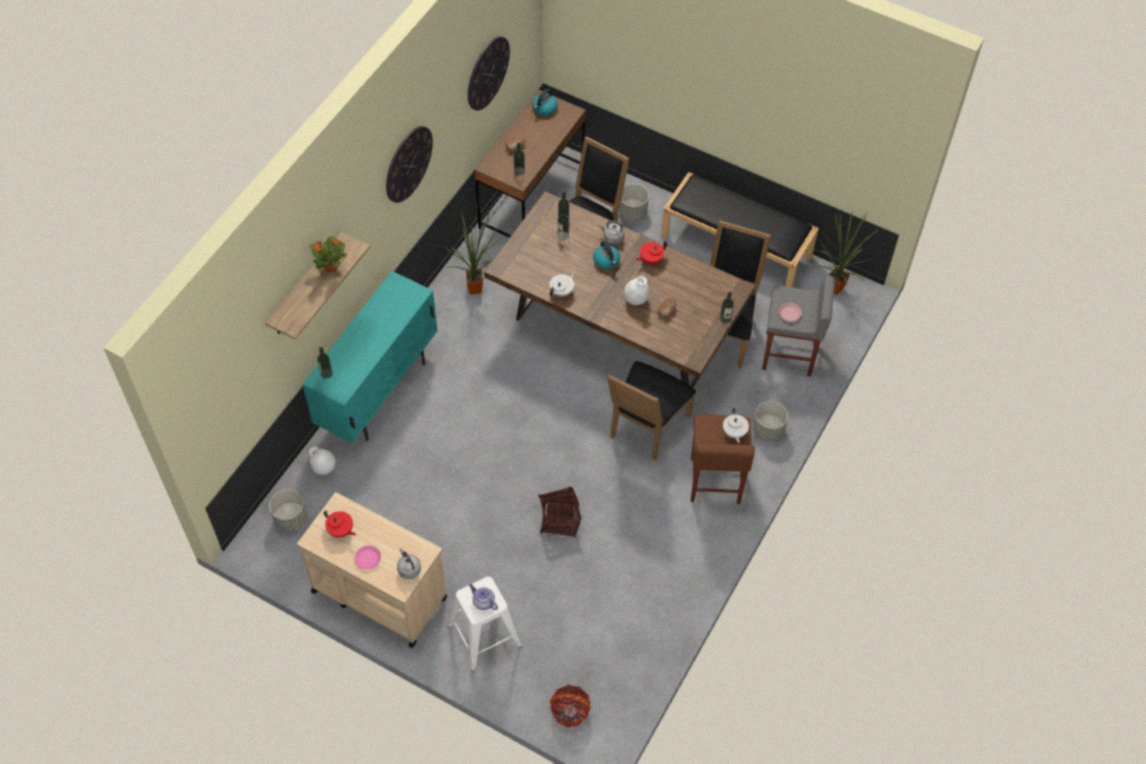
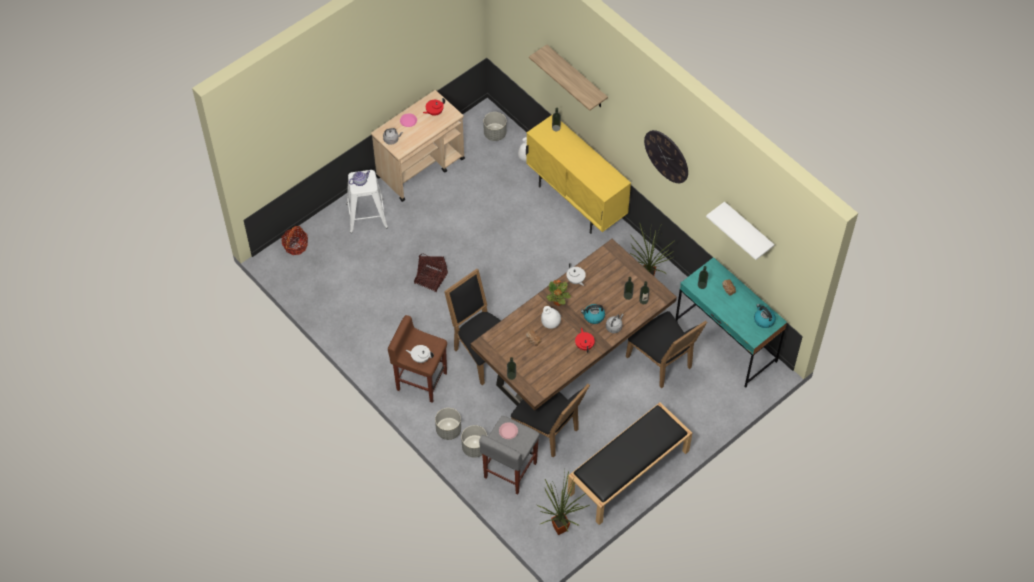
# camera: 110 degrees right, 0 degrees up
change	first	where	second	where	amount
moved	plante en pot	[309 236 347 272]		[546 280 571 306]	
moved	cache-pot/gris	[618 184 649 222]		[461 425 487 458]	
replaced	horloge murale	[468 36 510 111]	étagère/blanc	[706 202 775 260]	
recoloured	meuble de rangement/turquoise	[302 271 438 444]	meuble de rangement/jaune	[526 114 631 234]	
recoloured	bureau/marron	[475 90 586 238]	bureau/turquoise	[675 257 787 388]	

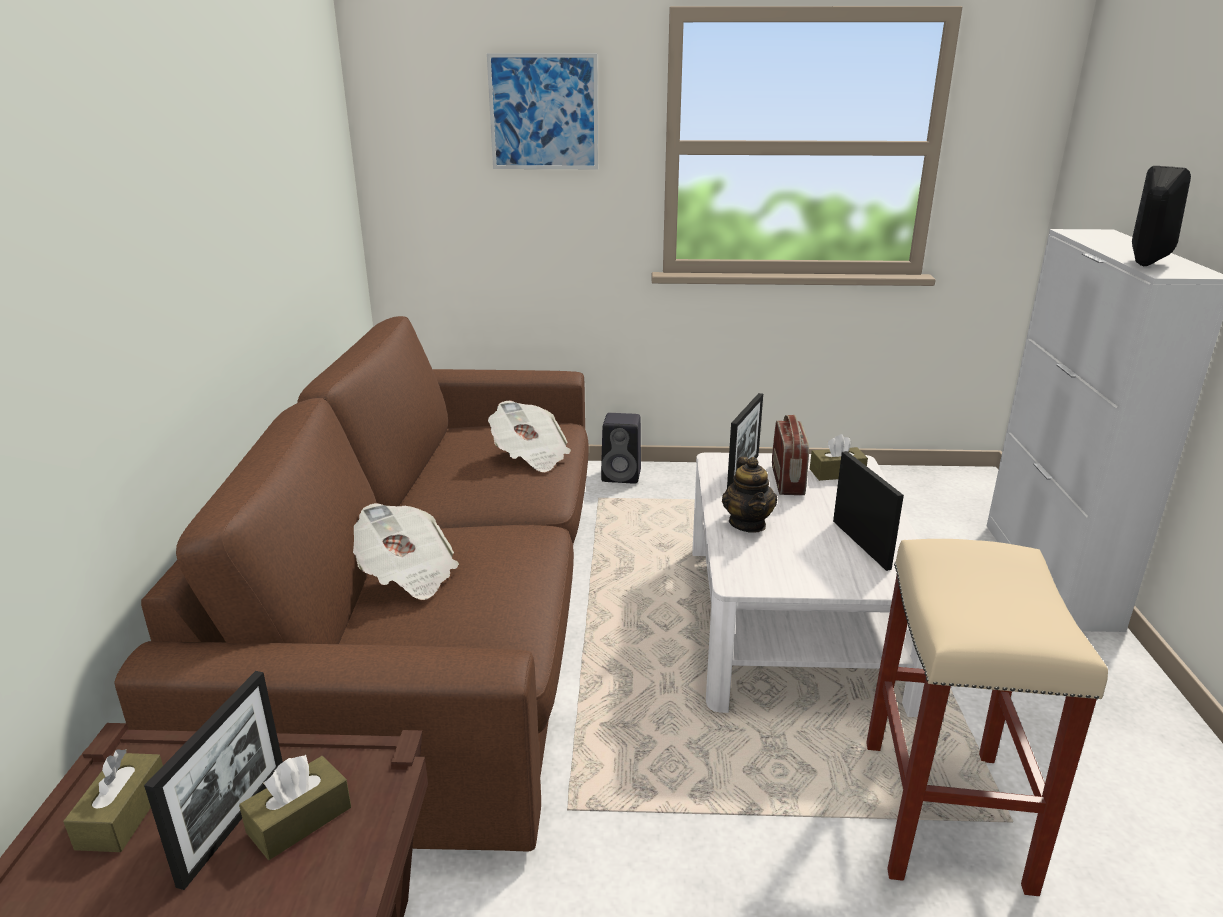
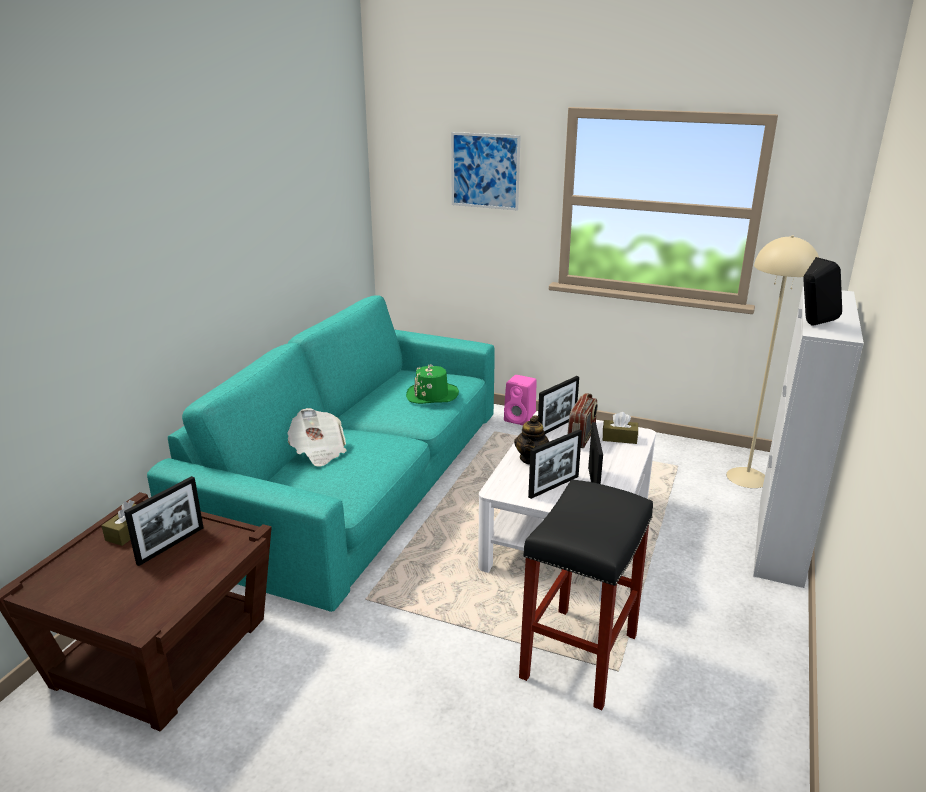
# camera: 20 degrees right, 0 degrees up
change	first	where	second	where	amount
removed	boîte à mouchoirs/marron	[239 755 351 860]			
added			cadre photo	[528 430 582 499]	
added			lampadaire/beige	[726 235 819 488]	
replaced	journal	[488 401 571 472]	chapeau/vert	[406 364 459 404]	
recoloured	canapé/marron	[115 316 589 852]	canapé/turquoise	[147 295 495 612]	
recoloured	enceinte/noir	[601 413 641 484]	enceinte/rose	[504 375 537 425]	
recoloured	tabouret/beige	[866 539 1108 896]	tabouret/noir	[519 479 653 710]	

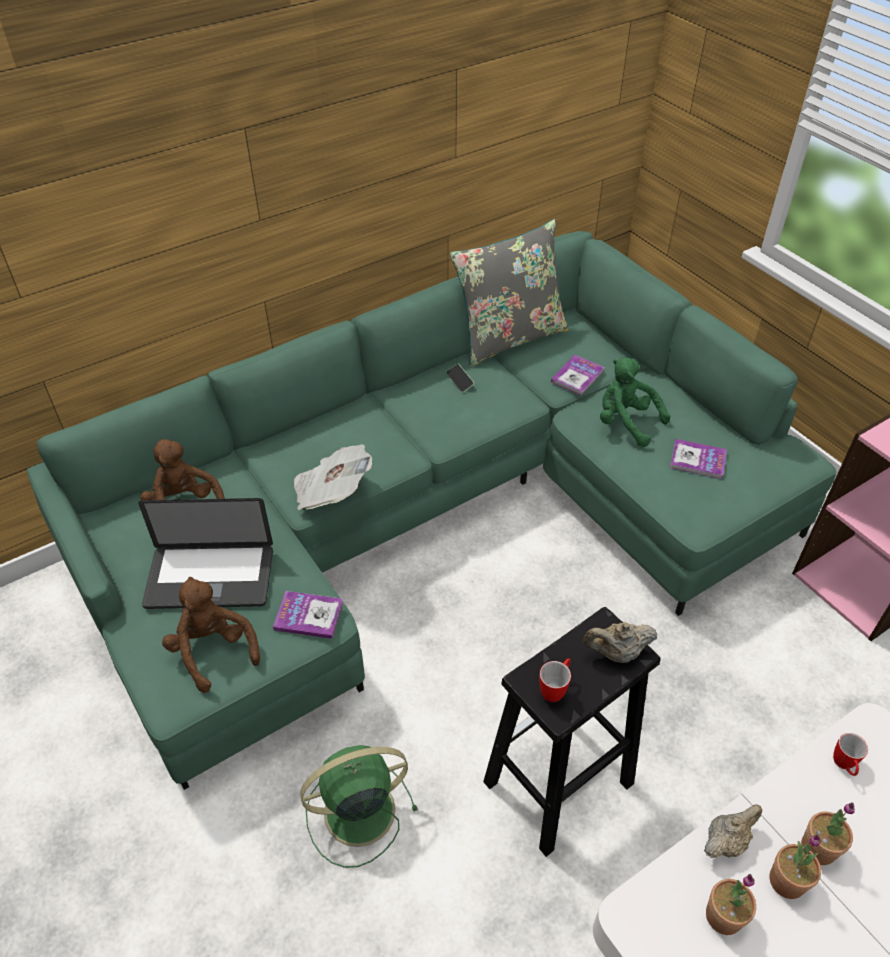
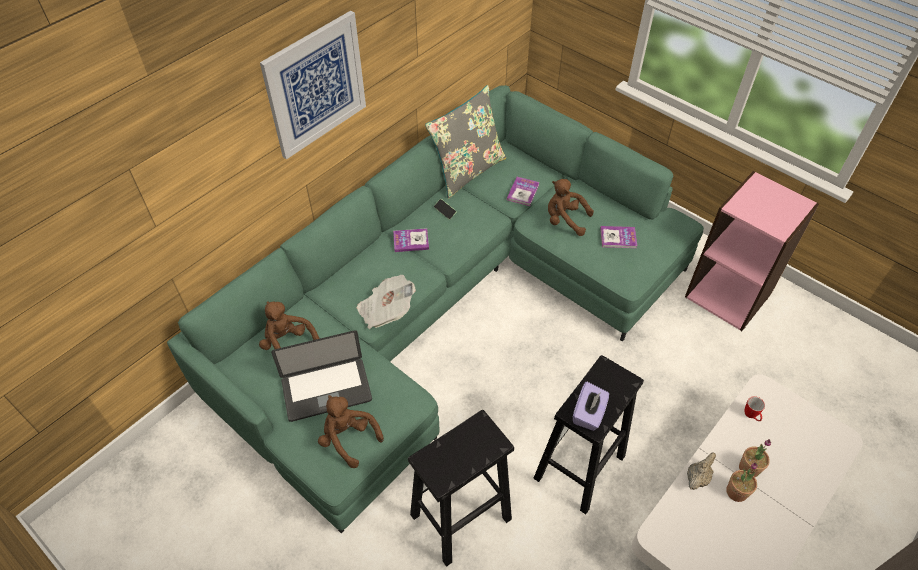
# camera: 15 degrees left, 5 degrees up
change	first	where	second	where	amount
removed	théière/beige	[583 622 658 663]			
removed	plante en pot	[706 874 756 935]			
added			tableau	[260 11 366 159]	
moved	livre	[273 591 343 639]		[393 228 429 252]	
replaced	ventilateur/vert	[300 745 418 868]	tabouret/noir	[408 410 514 567]	
replaced	mug	[539 658 571 702]	boîte à mouchoirs/violet	[573 382 609 431]	
recoloured	peluche/vert	[600 358 671 447]	peluche/marron	[548 179 594 236]	

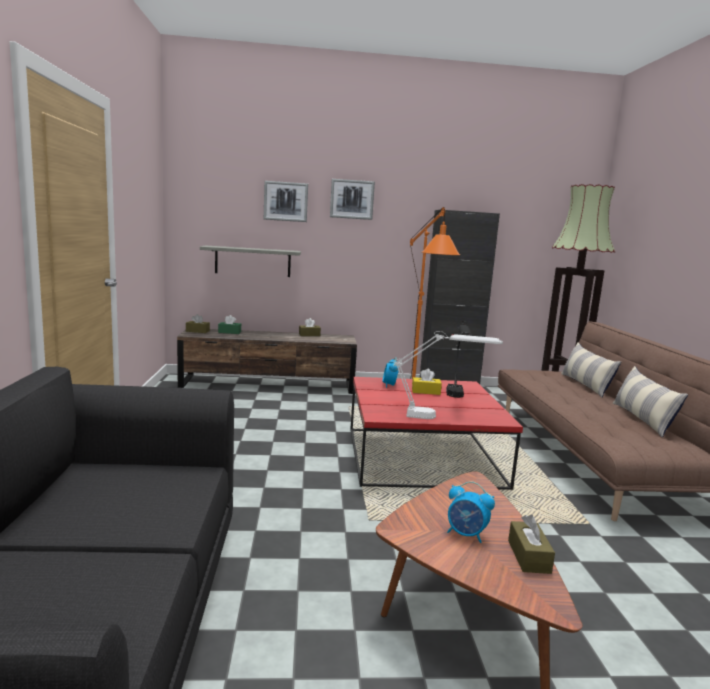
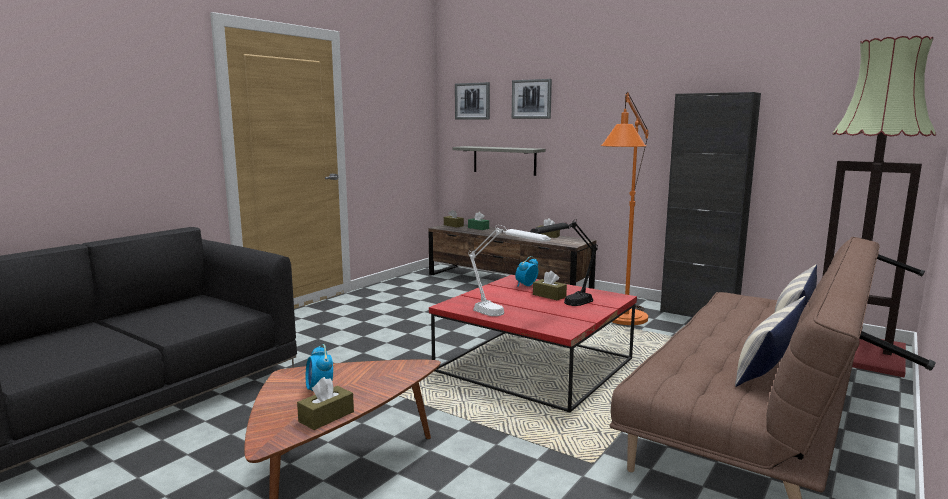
# camera: 40 degrees right, 0 degrees up
change	first	where	second	where	amount
moved	tableau	[330 179 375 220]		[455 82 490 120]	
recoloured	boîte à mouchoirs/jaune	[412 369 442 395]	boîte à mouchoirs/marron	[533 271 567 300]	

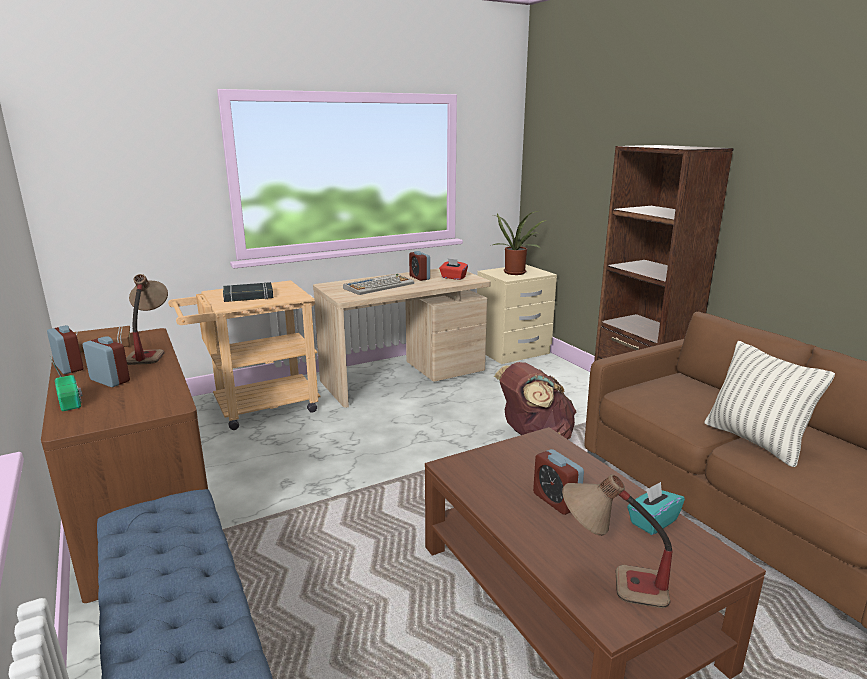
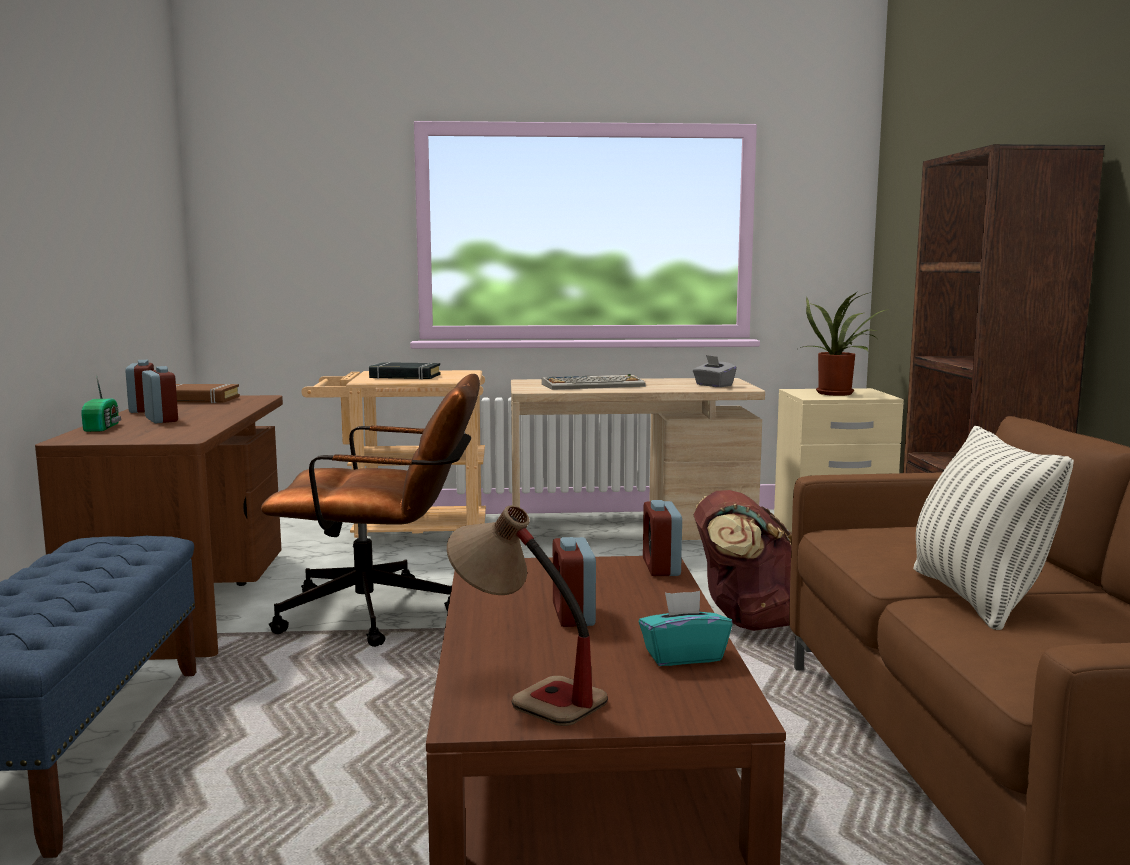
# camera: 25 degrees right, 10 degrees down
change	first	where	second	where	amount
removed	lampe de table	[126 274 168 365]			
added			chaise de bureau/marron	[261 374 480 647]	
moved	réveil	[409 251 430 281]		[643 500 682 576]	
recoloured	boîte à mouchoirs/rouge	[439 258 468 280]	boîte à mouchoirs/gris	[693 355 737 387]	

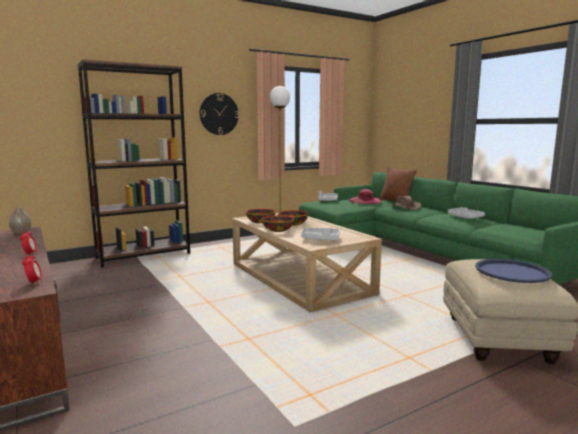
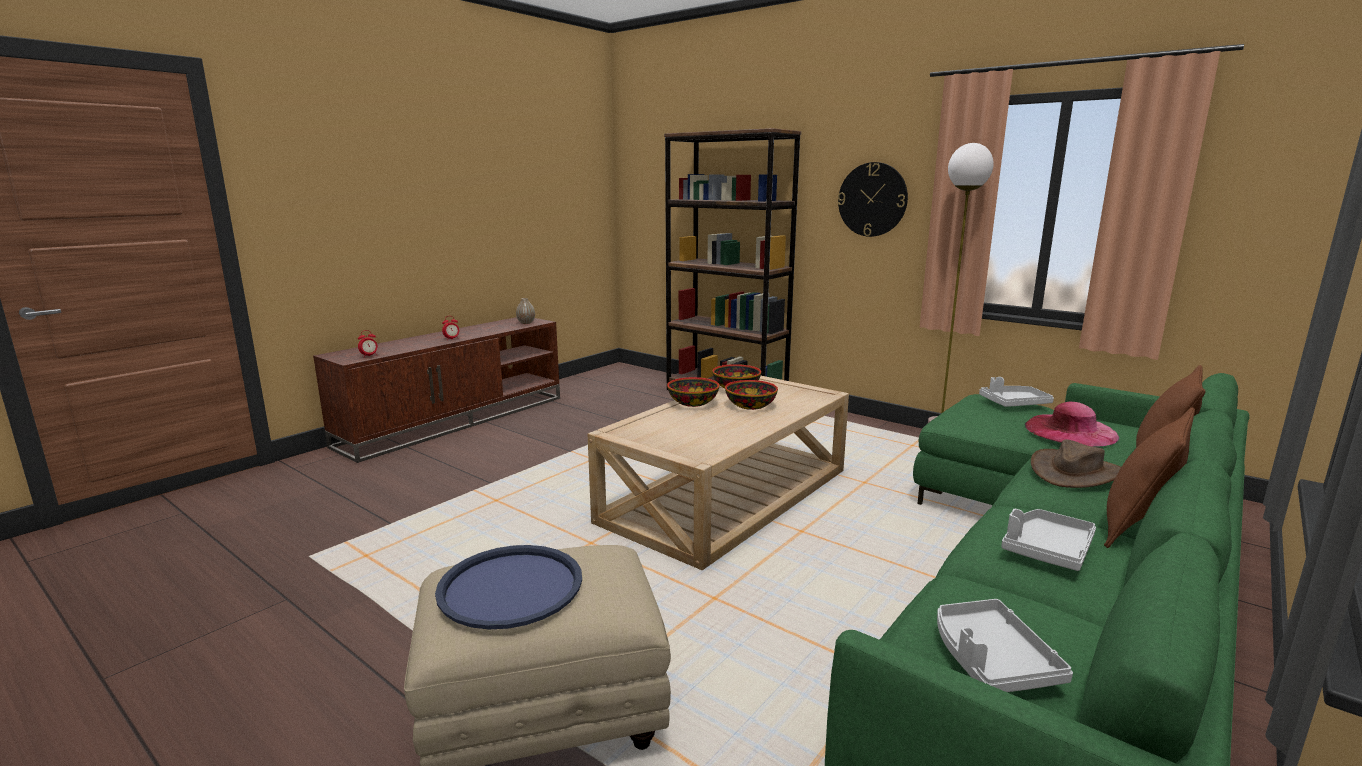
# camera: 70 degrees right, 5 degrees up
change	first	where	second	where	amount
added			coussin/marron	[1104 407 1195 548]	
moved	plateau/gris	[301 227 340 240]		[937 599 1073 692]	

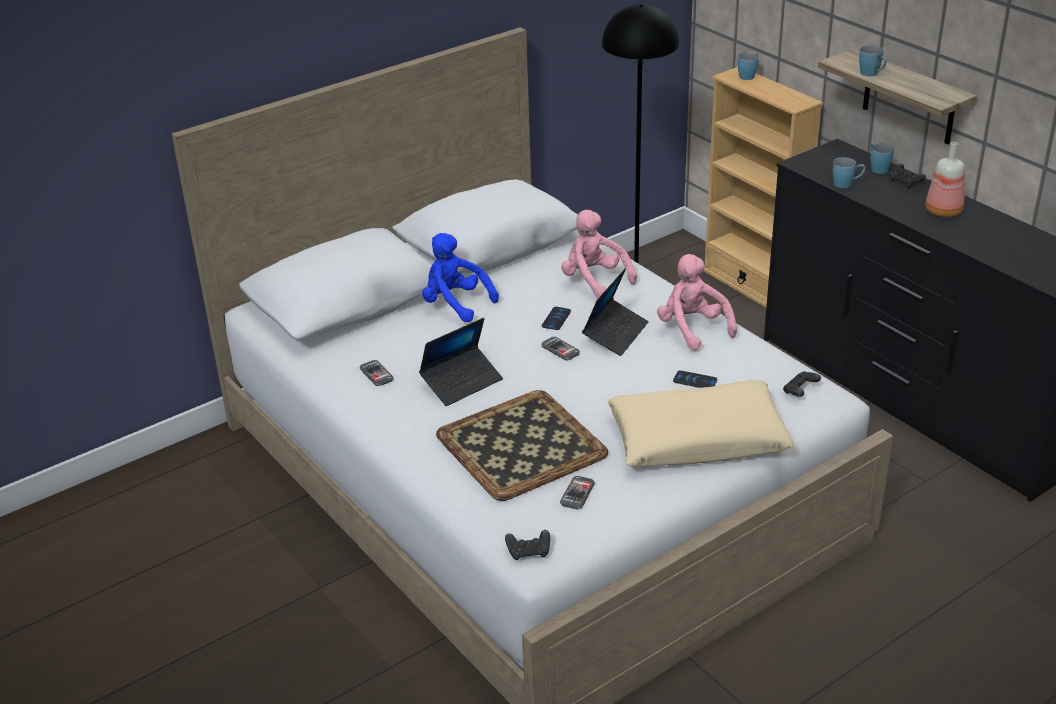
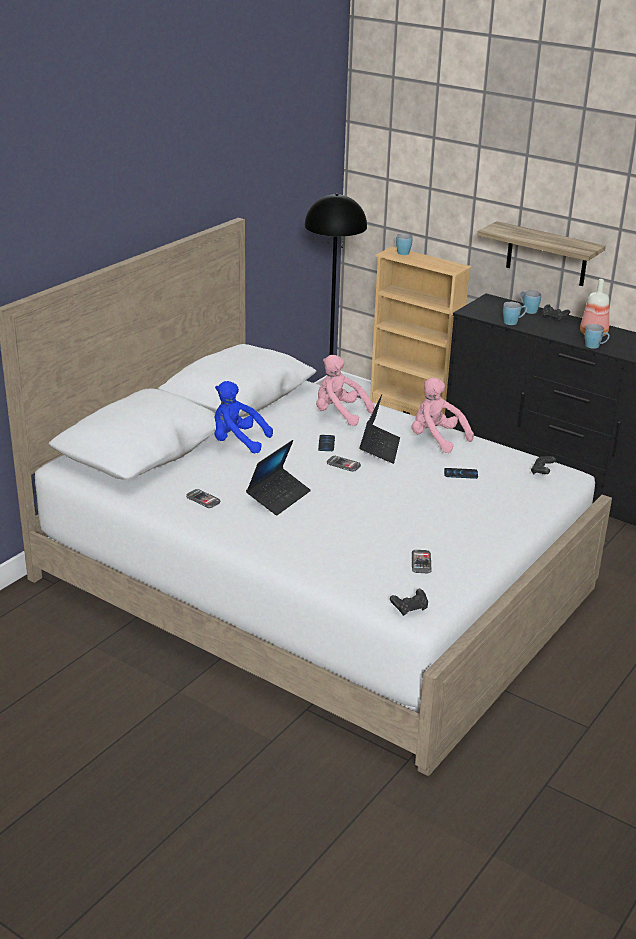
# camera: 20 degrees left, 5 degrees down
change	first	where	second	where	amount
removed	plateau	[436 390 608 501]			
removed	coussin/beige	[608 380 794 467]			
moved	mug/bleu	[859 45 887 76]		[585 324 610 349]	

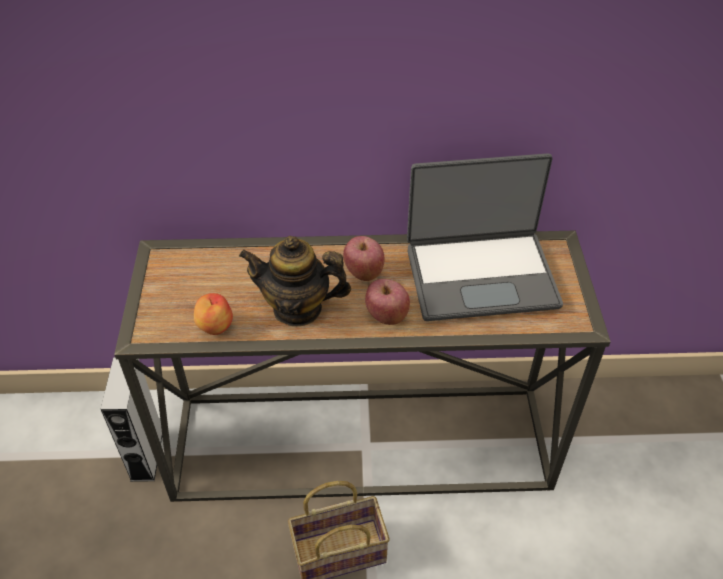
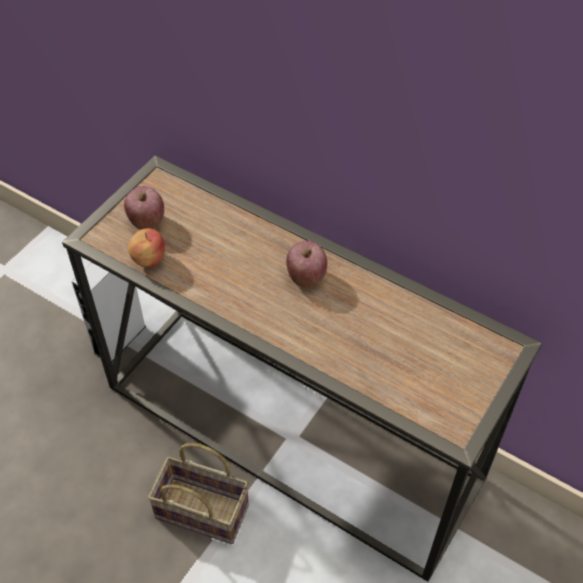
# camera: 35 degrees right, 5 degrees up
change	first	where	second	where	amount
removed	théière	[239 236 351 326]			
removed	ordinateur portable	[407 153 563 321]			
moved	pomme	[365 279 410 325]		[124 186 164 230]	

